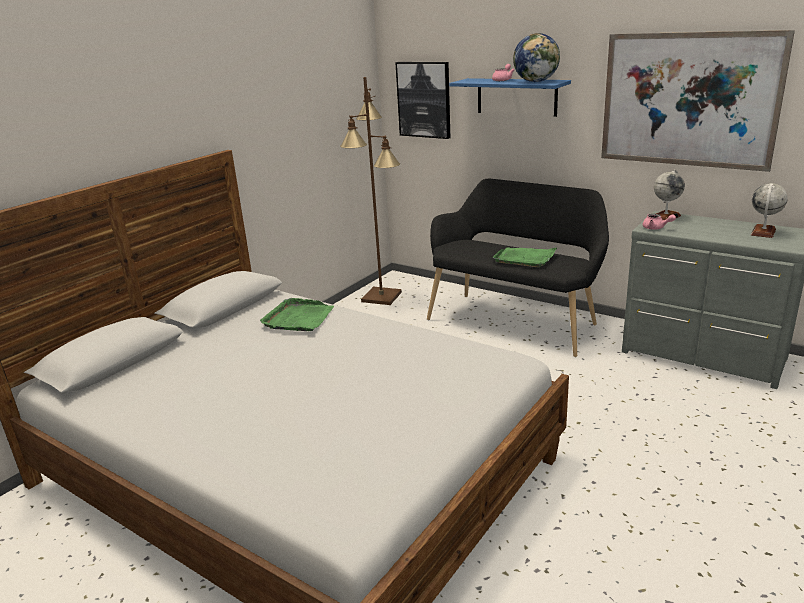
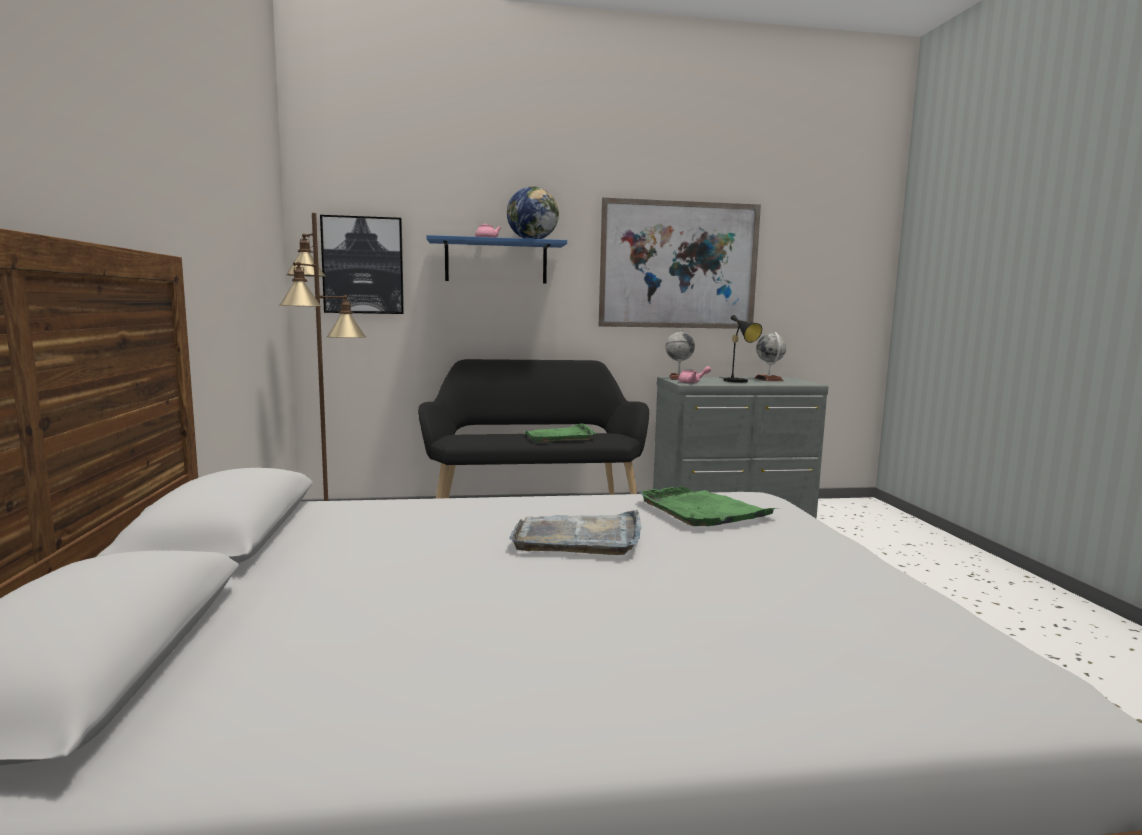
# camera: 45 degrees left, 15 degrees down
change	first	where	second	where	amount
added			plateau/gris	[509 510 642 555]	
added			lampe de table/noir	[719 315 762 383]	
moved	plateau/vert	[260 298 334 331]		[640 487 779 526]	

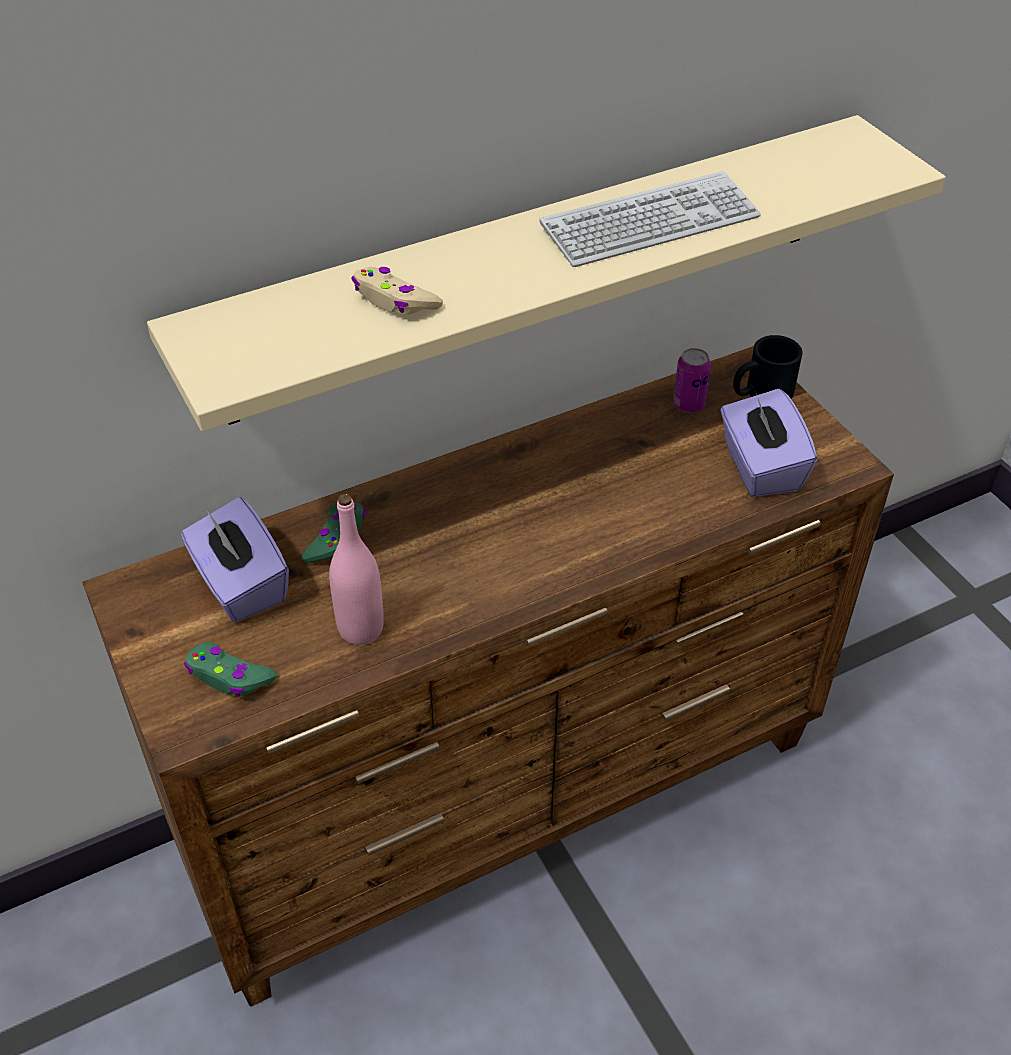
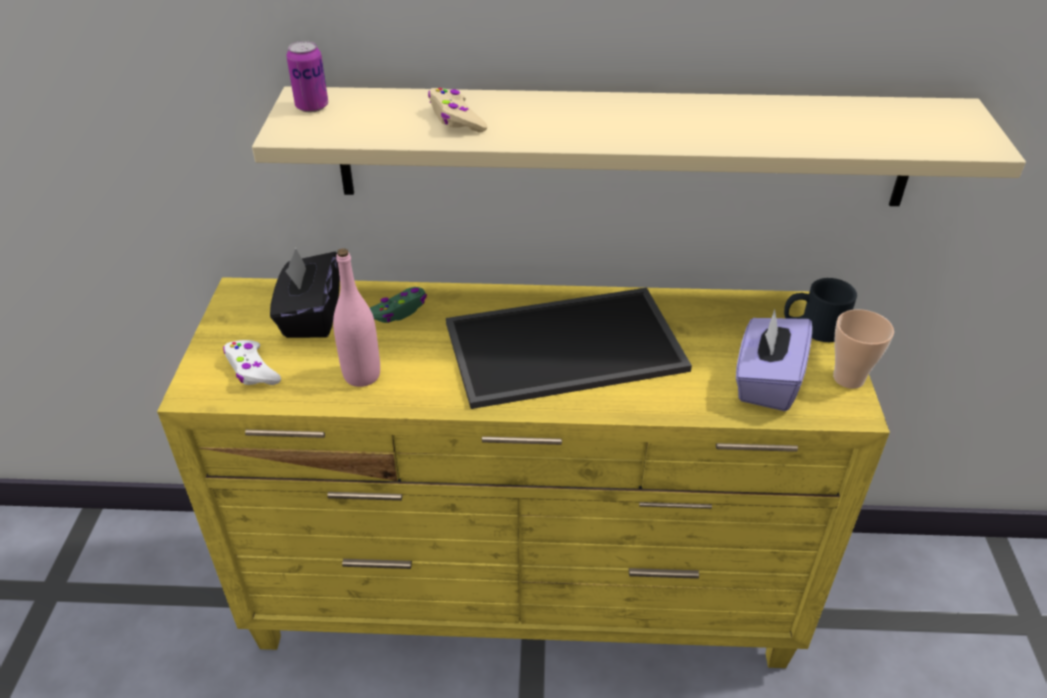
# camera: 30 degrees right, 5 degrees down
change	first	where	second	where	amount
removed	clavier	[539 171 761 267]			
added			plateau	[446 288 692 409]	
added			tasse	[833 309 894 389]	
moved	boîte métallique	[673 348 711 412]		[286 41 328 112]	
recoloured	commode/marron	[82 346 894 1007]	commode/jaune	[157 277 890 668]	
recoloured	boîte à mouchoirs/violet	[181 497 289 622]	boîte à mouchoirs/noir	[270 248 340 338]	
recoloured	manette/vert	[184 642 277 697]	manette/blanc	[223 340 281 385]	

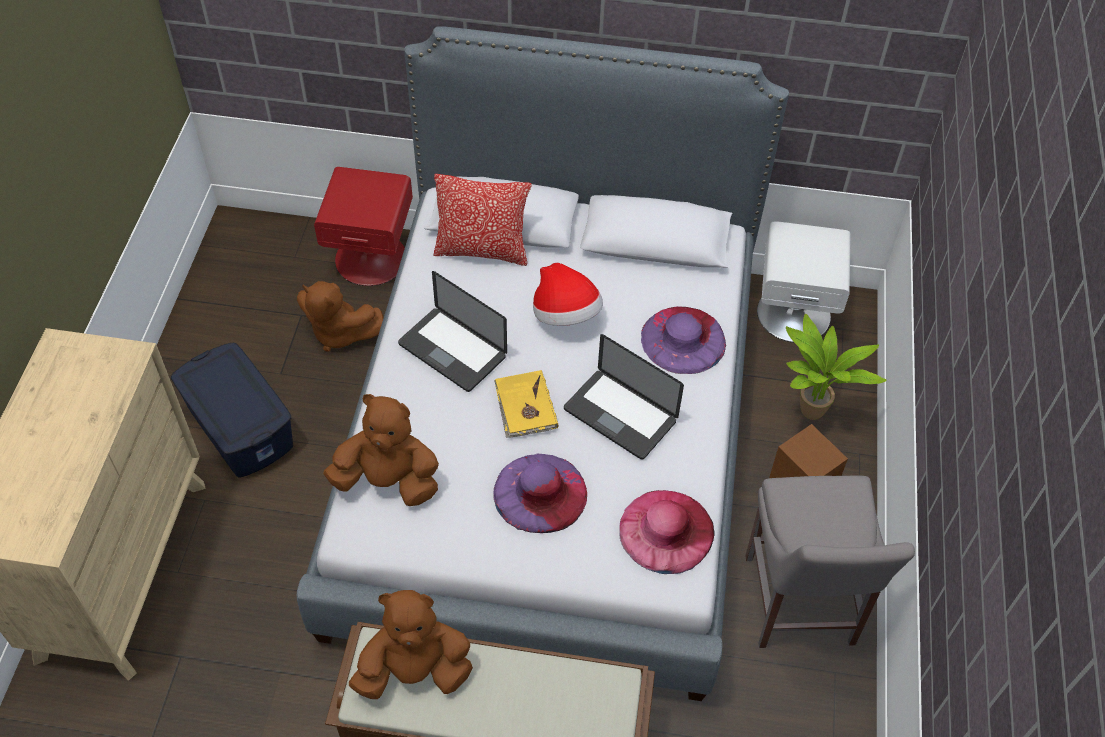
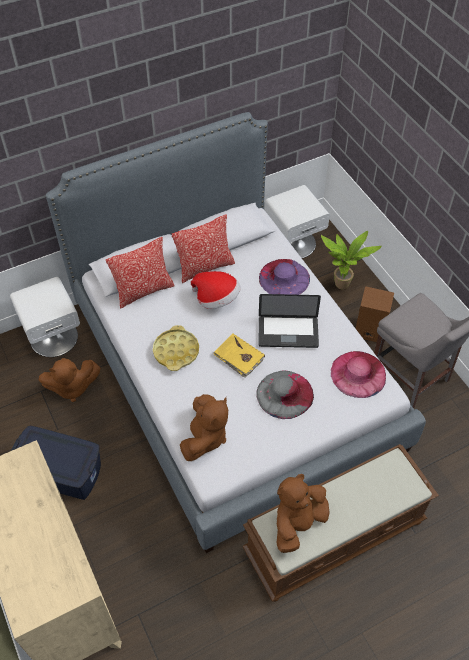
# camera: 35 degrees left, 0 degrees up
change	first	where	second	where	amount
added			coussin	[172 214 235 283]	
replaced	ordinateur portable	[398 271 507 392]	plateau/jaune	[153 325 199 371]	
recoloured	table de chevet/rouge	[314 167 413 286]	table de chevet/blanc	[10 277 80 357]	
recoloured	chapeau/violet	[493 454 587 533]	chapeau/gris	[256 371 314 419]	
turned	peluche/marron	[323 394 439 506]		[180 394 228 461]	135 degrees clockwise

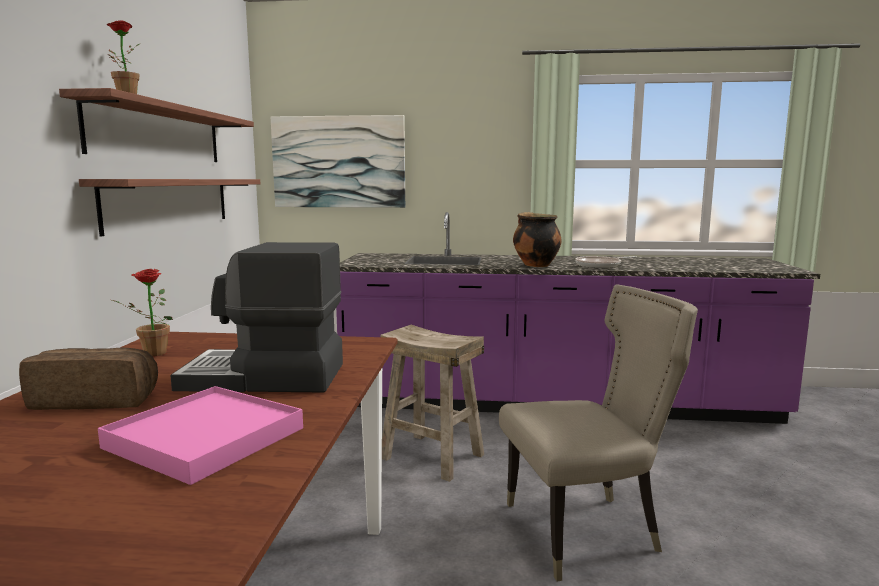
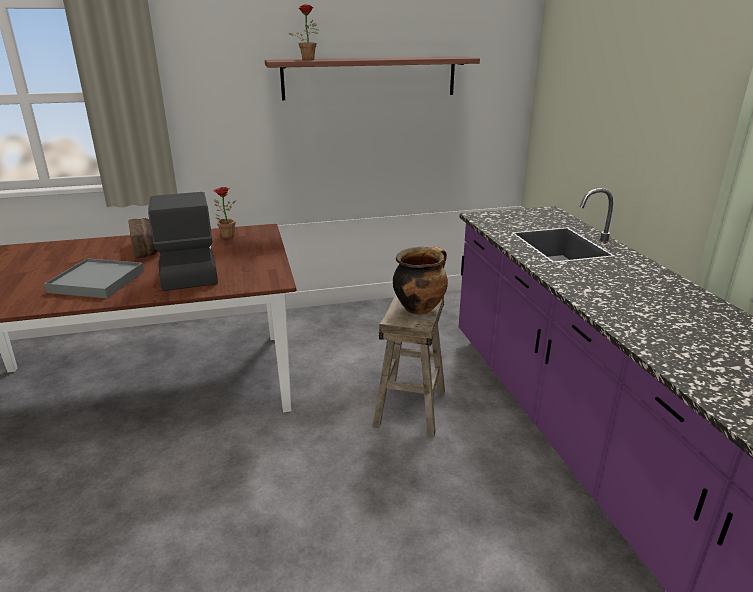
# camera: 70 degrees right, 15 degrees up
change	first	where	second	where	amount
removed	étagère	[79 179 260 236]			
removed	tableau	[271 115 405 208]			
removed	chaise/beige	[499 284 698 581]			
removed	poêle	[575 256 637 268]			
moved	marmite	[513 212 562 267]		[393 246 448 315]	
recoloured	plateau/rose	[98 386 303 485]	plateau/gris	[44 258 144 298]	

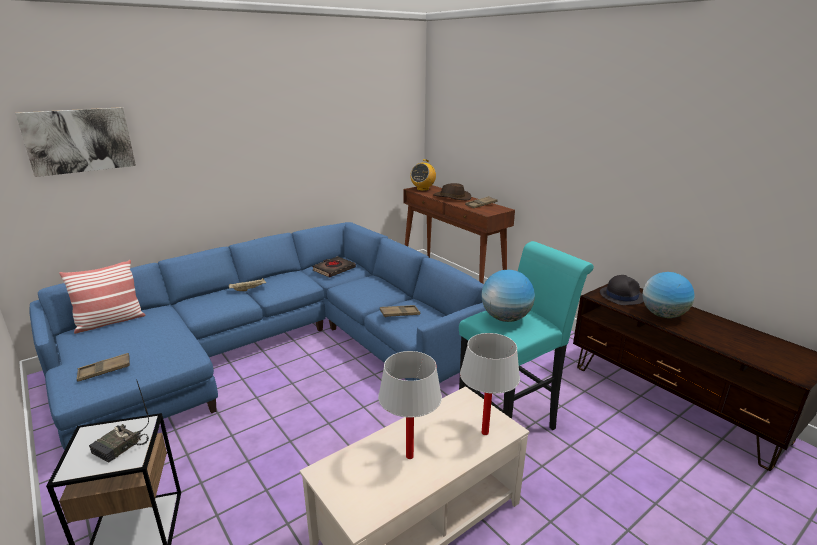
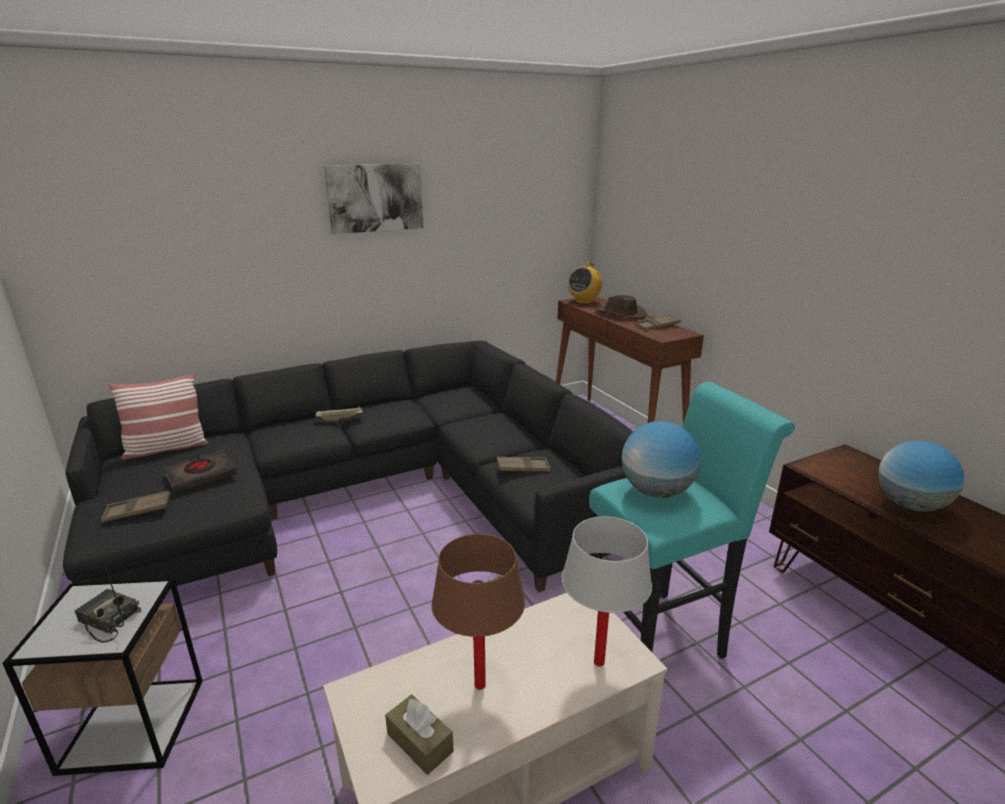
# camera: 10 degrees right, 0 degrees up
change	first	where	second	where	amount
removed	chapeau/noir	[600 275 644 305]			
added			boîte à mouchoirs/marron	[385 694 454 775]	
moved	tableau	[16 107 136 177]		[324 164 423 234]	
moved	livre/noir	[312 256 356 278]		[163 450 238 493]	
recoloured	canapé/bleu	[29 222 486 450]	canapé/noir	[63 340 633 592]	
recoloured	lampe de table/blanc	[378 351 442 459]	lampe de table/marron	[431 534 525 690]	
turned	radio	[89 379 149 463]		[75 565 141 643]	75 degrees clockwise

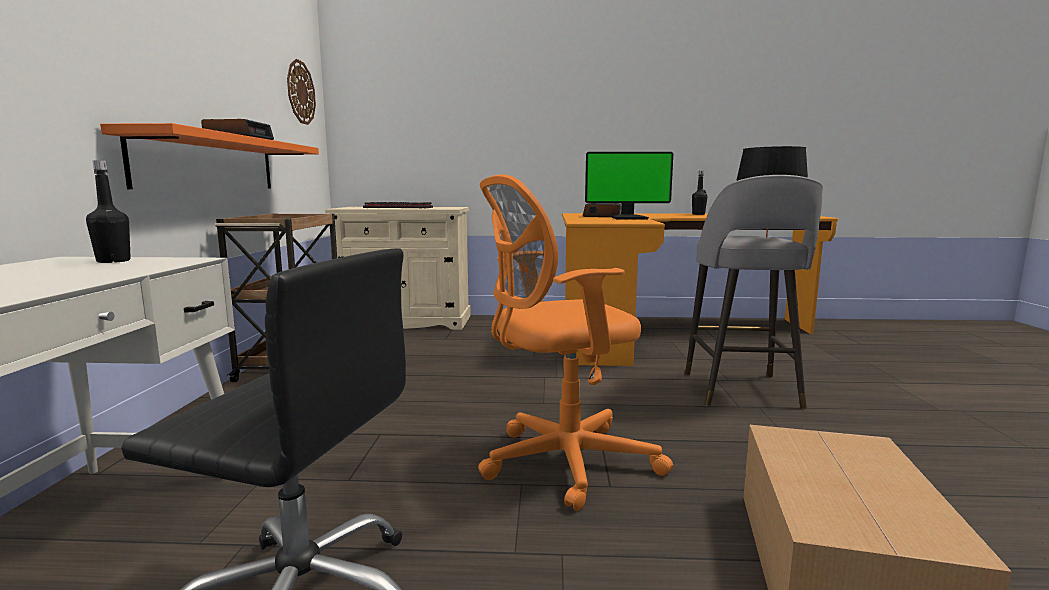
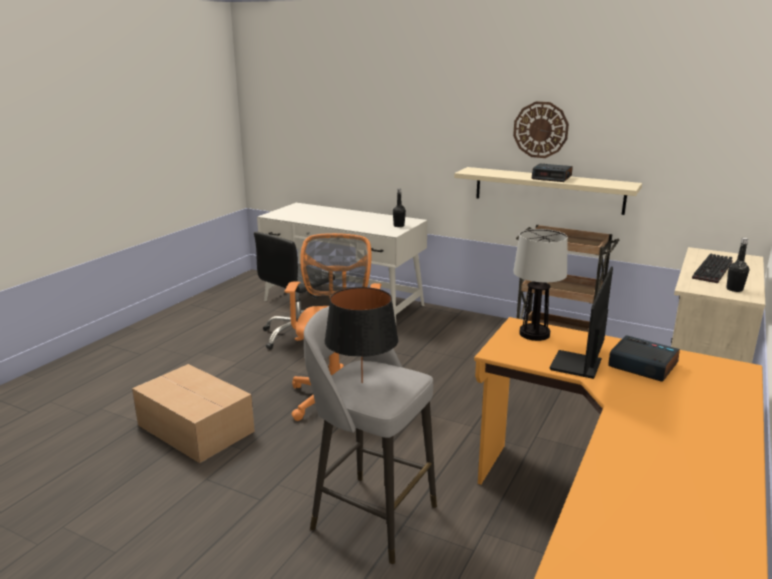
# camera: 115 degrees right, 10 degrees up
change	first	where	second	where	amount
added			lampe de table	[513 229 568 341]	
moved	horloge murale	[287 59 316 125]		[513 101 569 158]	
moved	bouteille/noir	[692 171 707 215]		[726 238 749 292]	
recoloured	étagère/orange	[100 123 319 189]	étagère/beige	[454 167 642 215]	

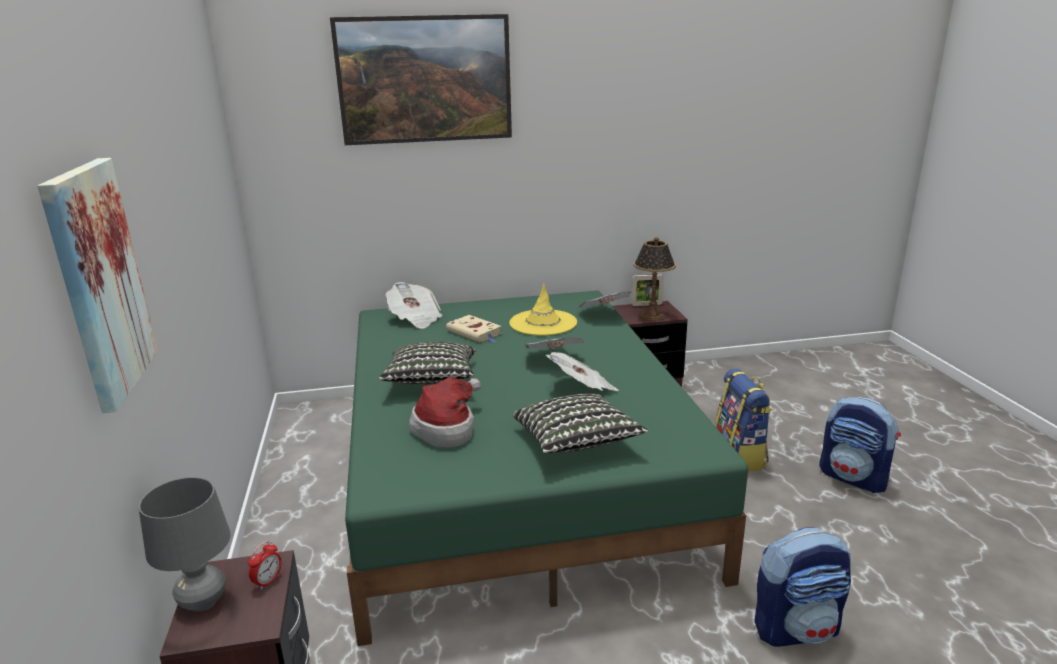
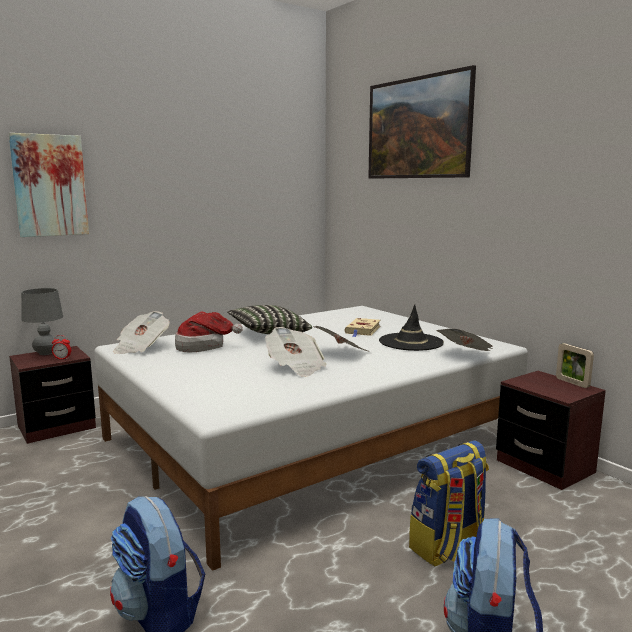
# camera: 65 degrees right, 10 degrees down
change	first	where	second	where	amount
removed	coussin	[513 394 648 453]			
removed	lampe de table	[634 237 676 321]			
moved	journal	[386 282 443 329]		[113 311 170 354]	
recoloured	lit/vert	[345 291 748 646]	lit/blanc	[94 306 528 571]	
recoloured	chapeau/jaune	[509 284 577 336]	chapeau/noir	[379 304 444 351]	

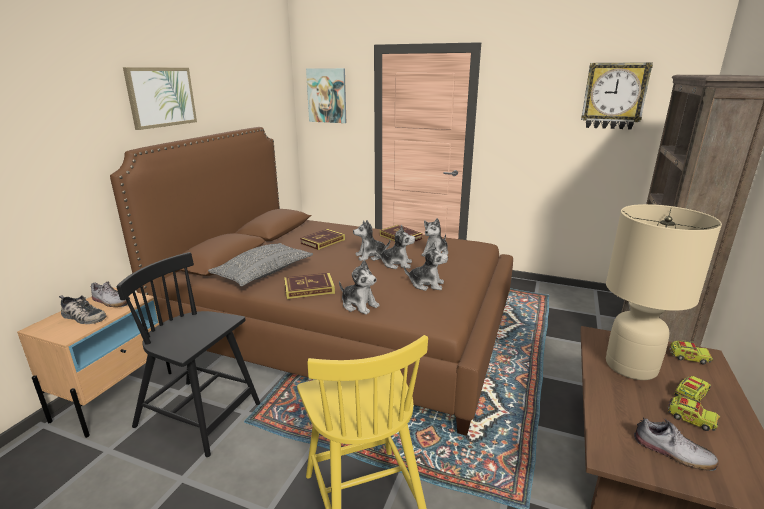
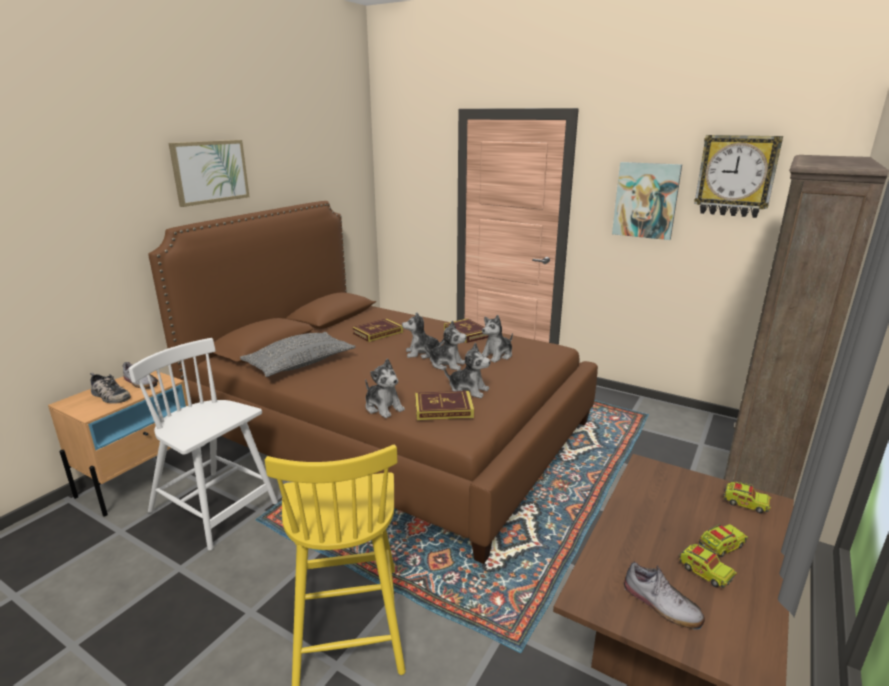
# camera: 10 degrees right, 0 degrees up
change	first	where	second	where	amount
removed	lampe de table/beige	[606 204 722 380]			
moved	livre	[284 273 335 299]		[415 391 474 420]	
moved	tableau	[306 68 346 123]		[612 162 682 240]	
recoloured	chaise/noir	[117 252 260 457]	chaise/blanc	[128 338 278 550]	

